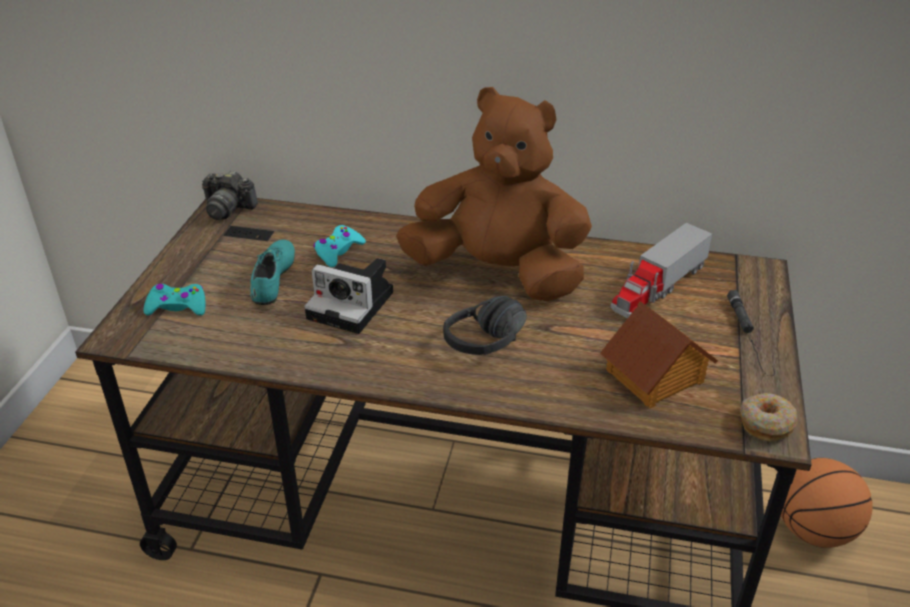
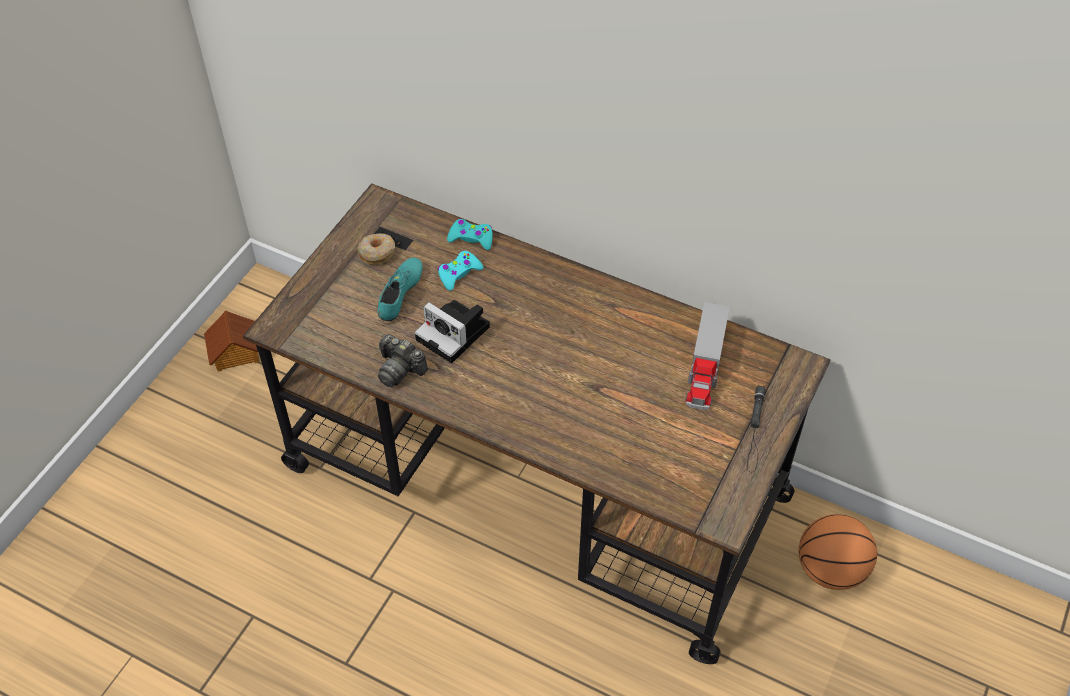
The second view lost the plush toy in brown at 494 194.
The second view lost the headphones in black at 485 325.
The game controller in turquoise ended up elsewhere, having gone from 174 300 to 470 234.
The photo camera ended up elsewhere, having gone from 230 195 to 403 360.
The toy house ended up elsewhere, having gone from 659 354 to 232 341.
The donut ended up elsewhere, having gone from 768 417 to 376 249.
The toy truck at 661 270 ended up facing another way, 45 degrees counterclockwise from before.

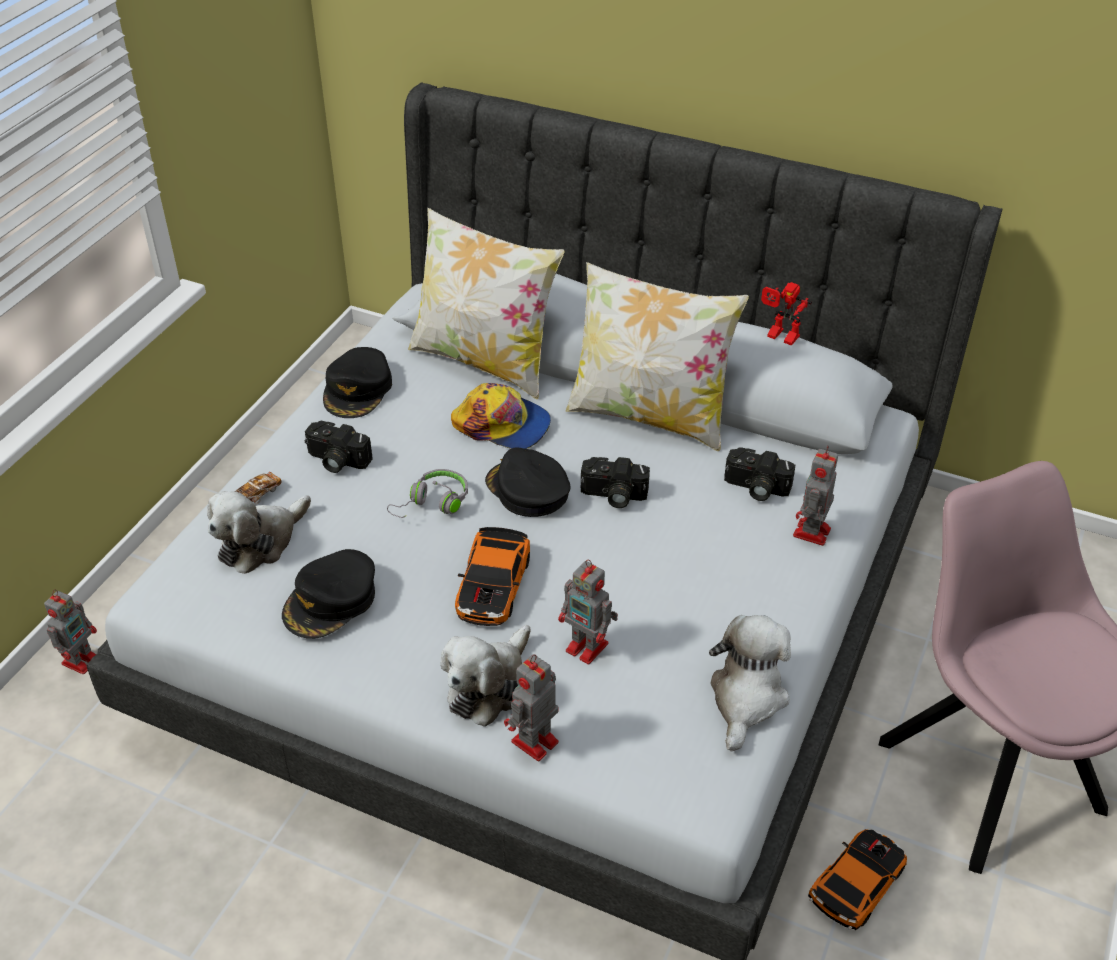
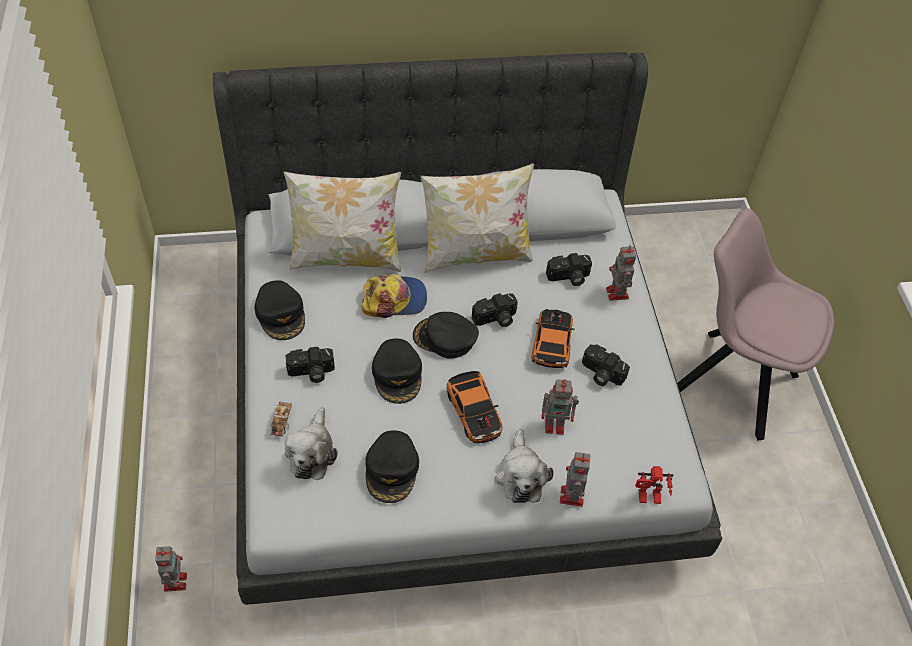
The second view lost the plush toy at 750 683.
The second view gained the photo camera at 606 365.
The toy robot ended up elsewhere, having gone from 786 314 to 654 485.
The toy car ended up elsewhere, having gone from 857 879 to 553 339.
Where the headphones in grey stood at 427 493, the cap in black came to stand at 397 371.

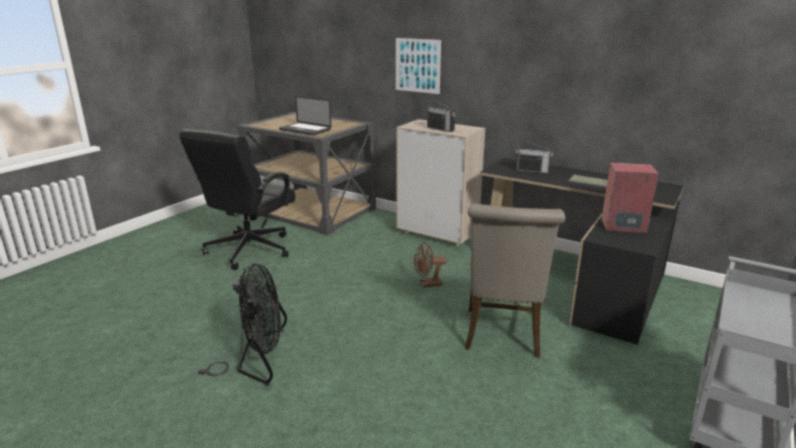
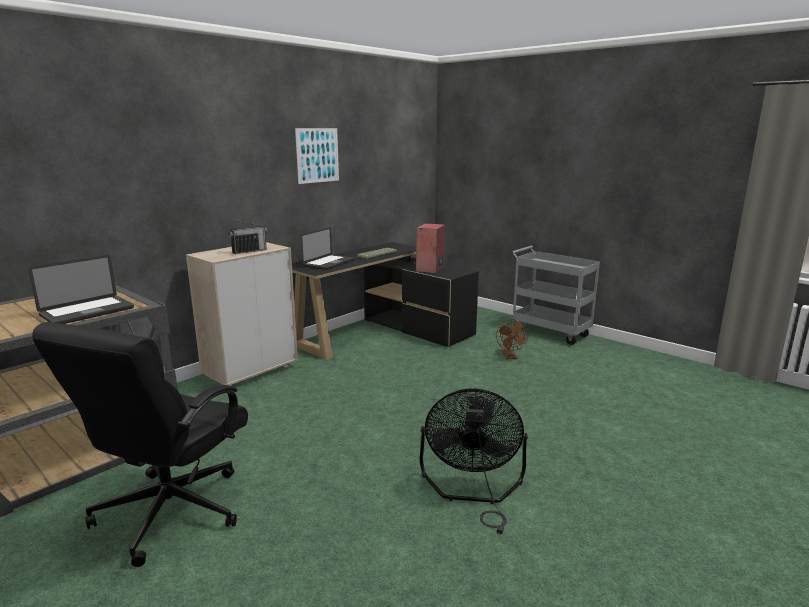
The second view lost the chair in beige at 515 280.
The picture ended up elsewhere, having gone from 418 66 to 317 156.
The fan in brown ended up elsewhere, having gone from 430 264 to 512 339.
Where the radio stood at 534 156, the laptop came to stand at 327 248.
The office chair in black at 237 199 ended up facing another way, 75 degrees clockwise from before.

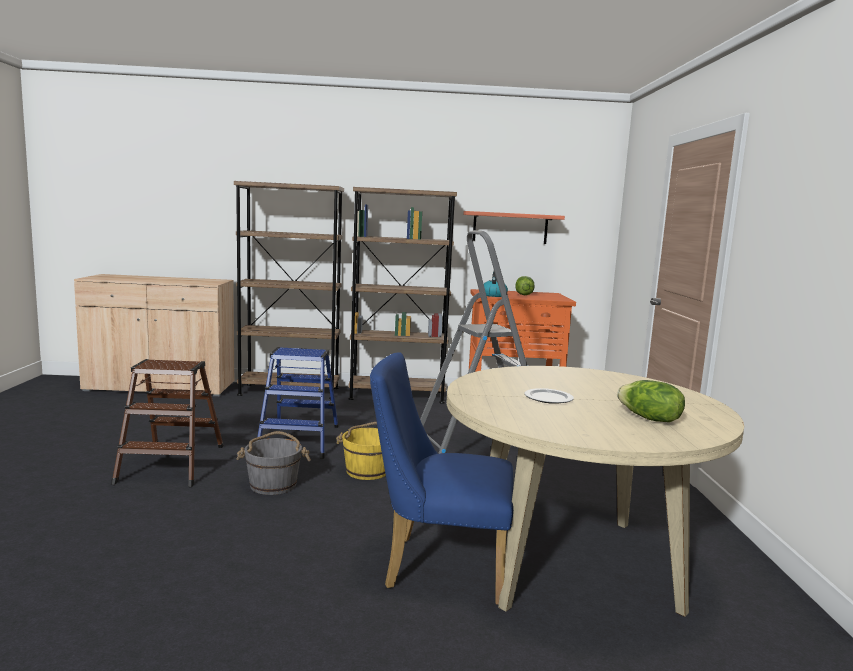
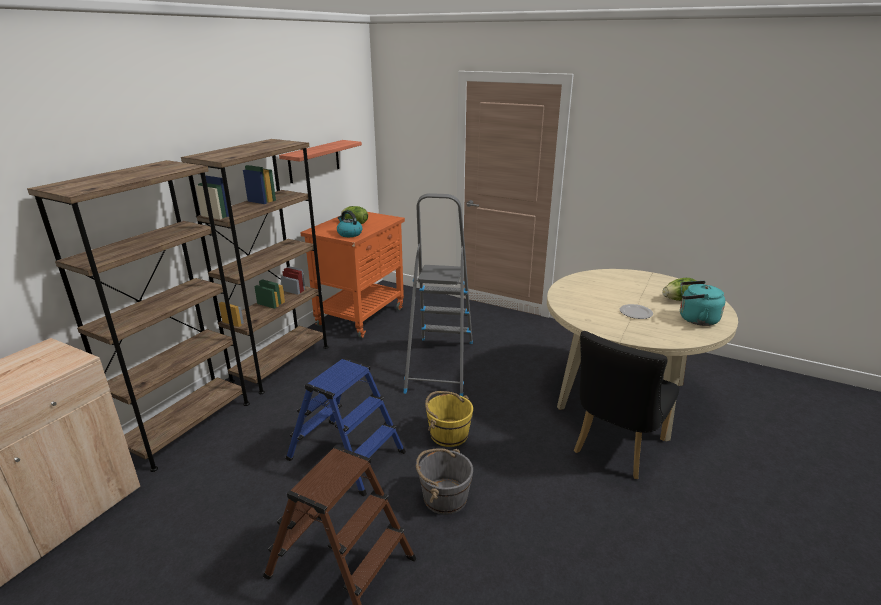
The second view gained the kettle in turquoise at 703 303.
What was the chair in blue at 441 478 turned into the chair in black at 626 405.

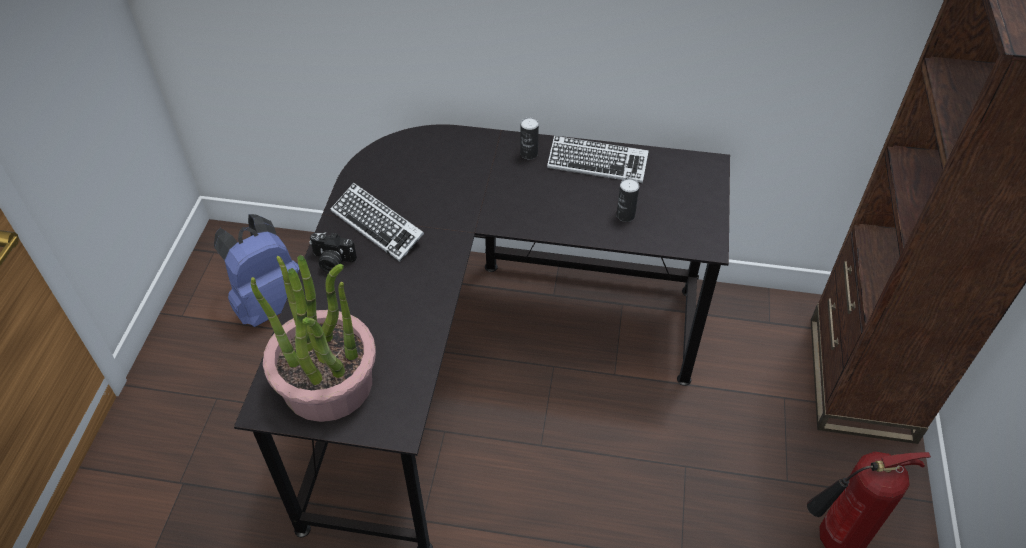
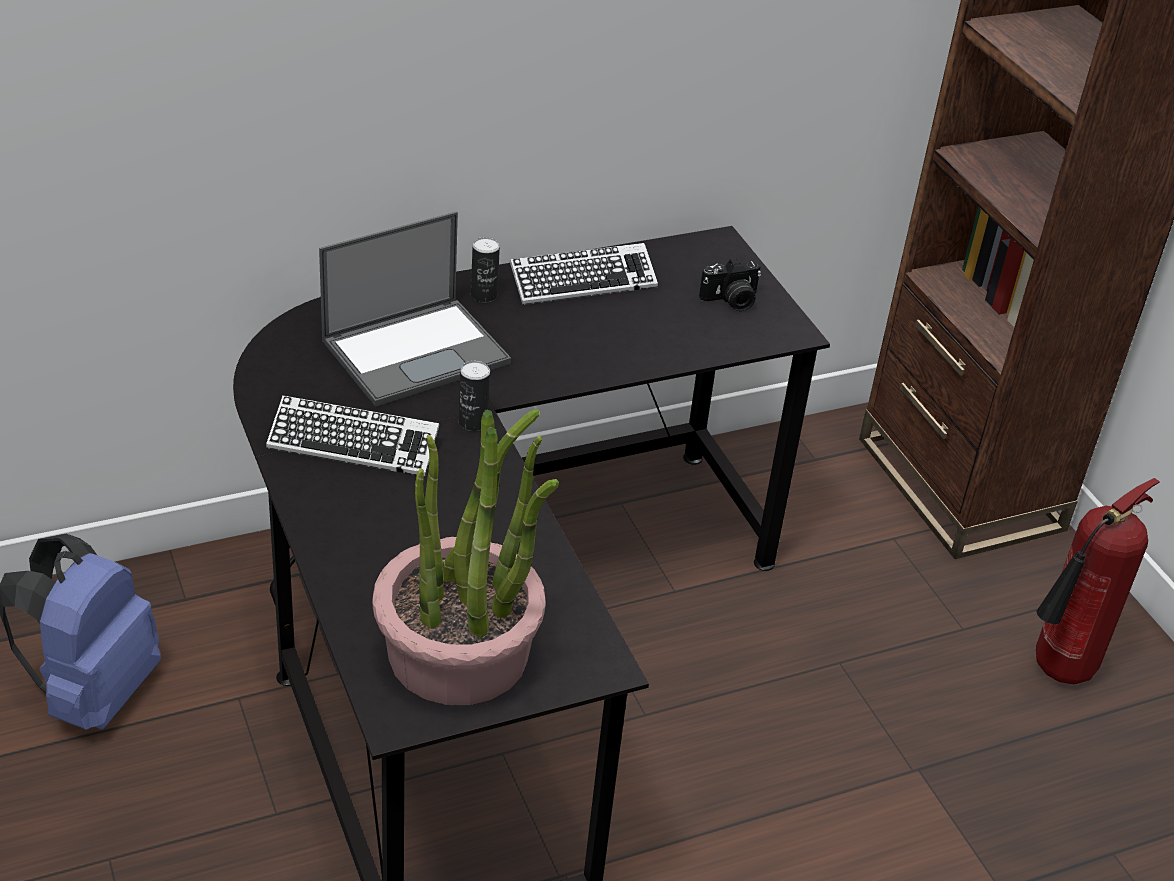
The second view gained the laptop at 415 309.
The photo camera ended up elsewhere, having gone from 333 252 to 730 284.
The can ended up elsewhere, having gone from 627 200 to 474 396.

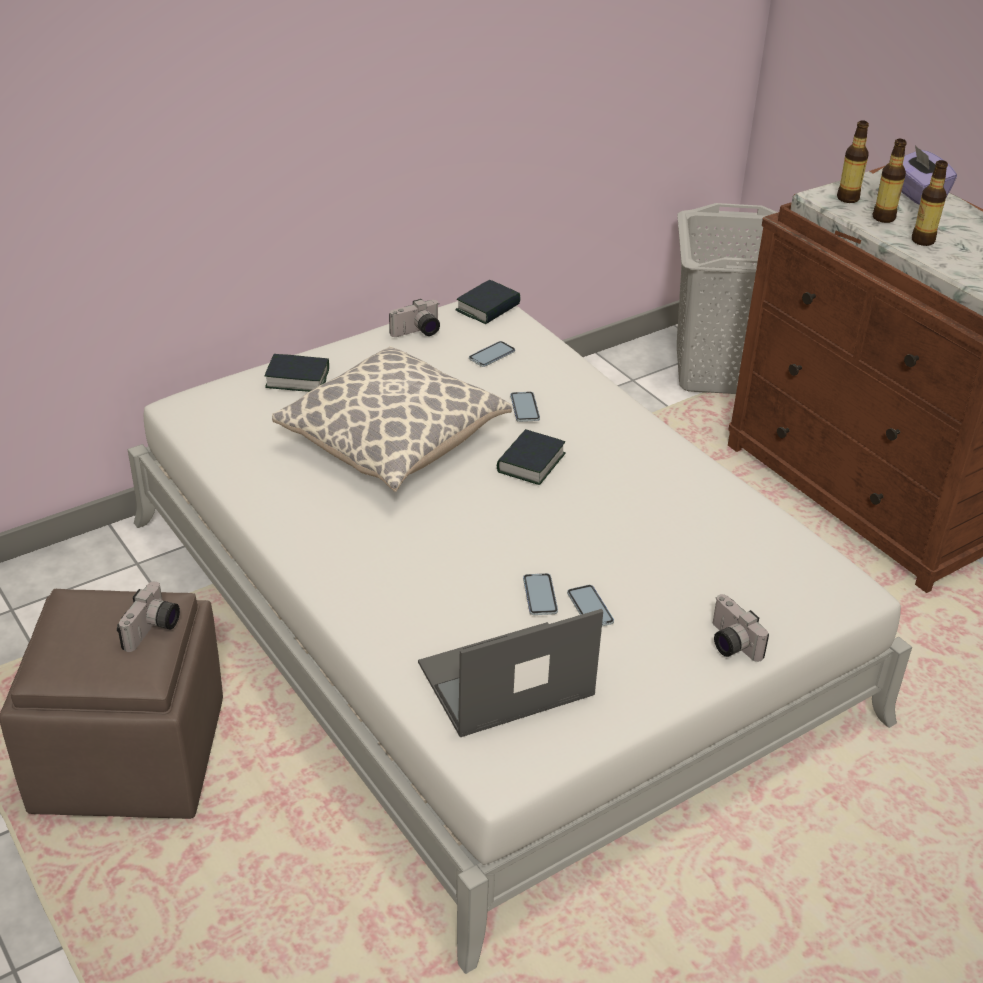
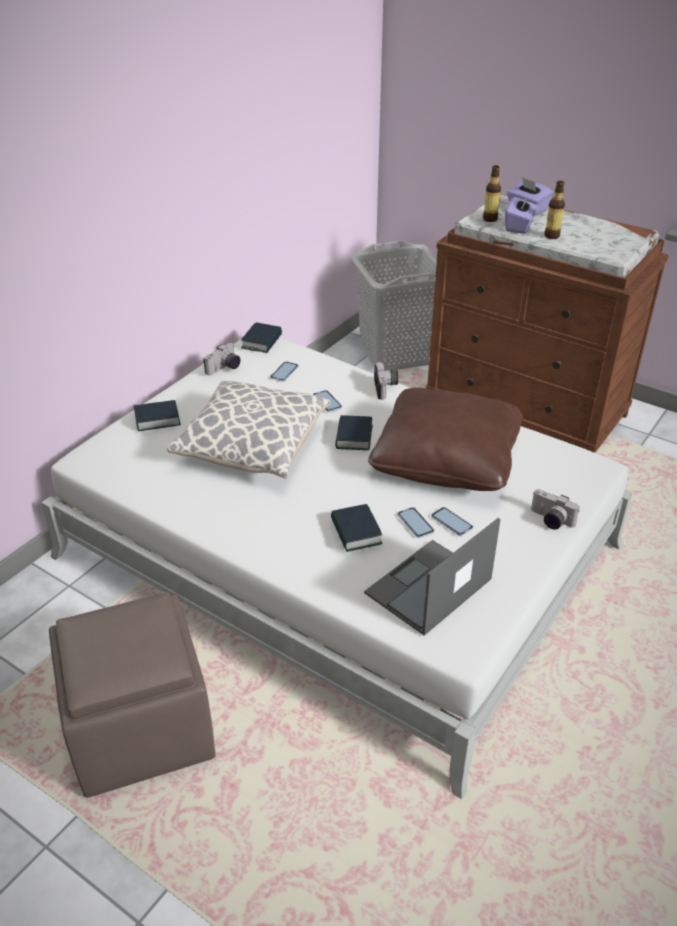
The second view gained the book at 356 528.
The second view gained the pillow in brown at 445 439.
The photo camera ended up elsewhere, having gone from 148 616 to 386 381.
Where the bottle stood at 889 181, the tissue box in purple came to stand at 521 213.

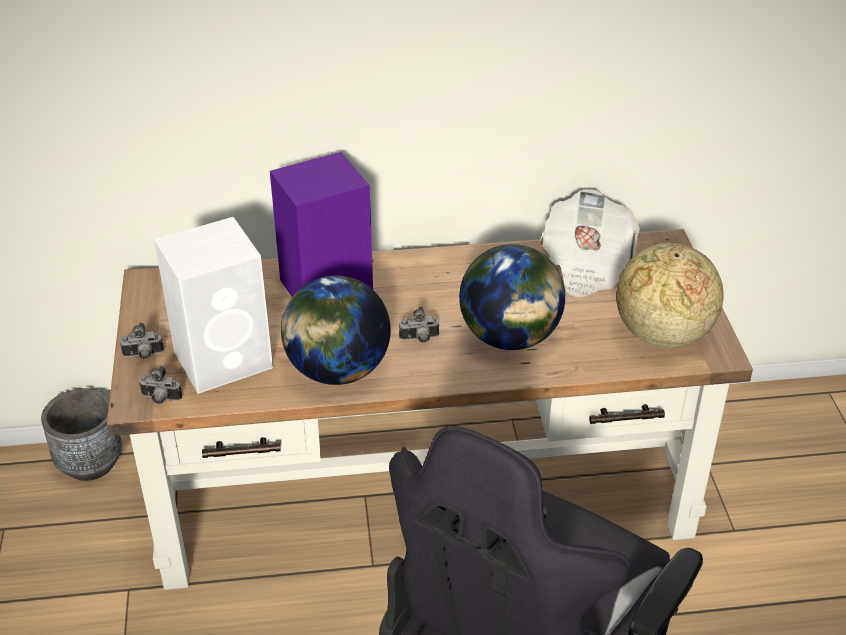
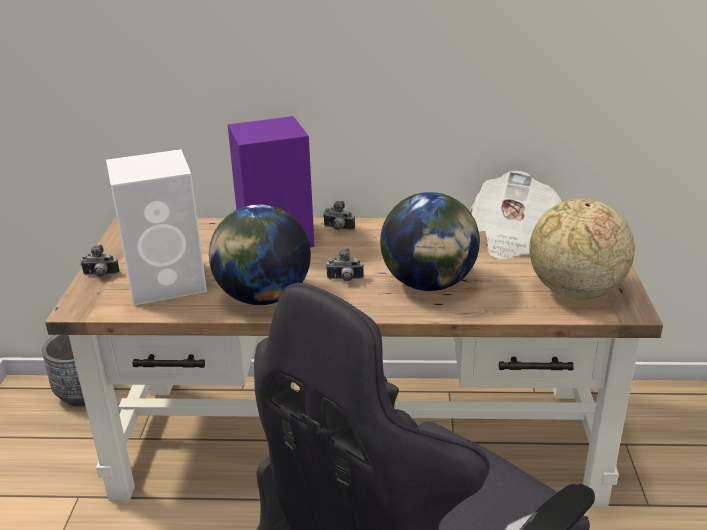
The photo camera ended up elsewhere, having gone from 160 385 to 339 216.

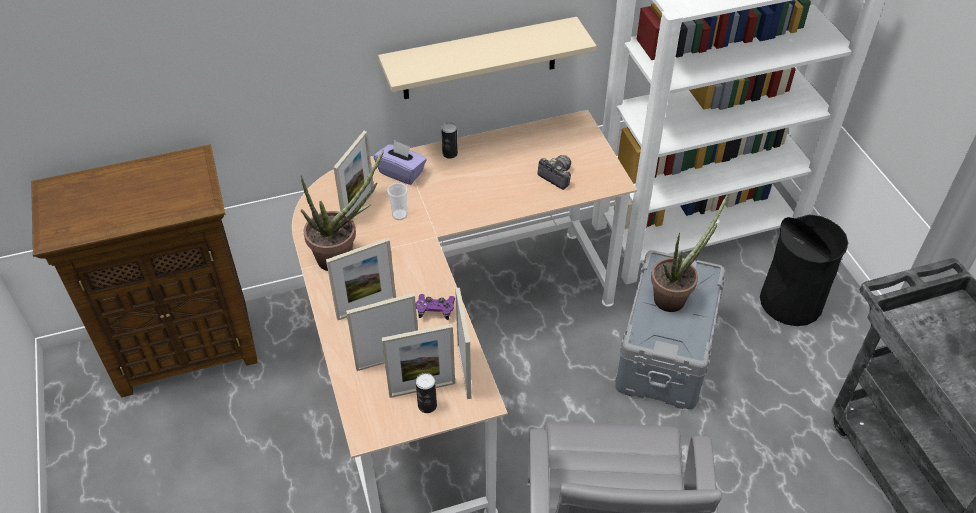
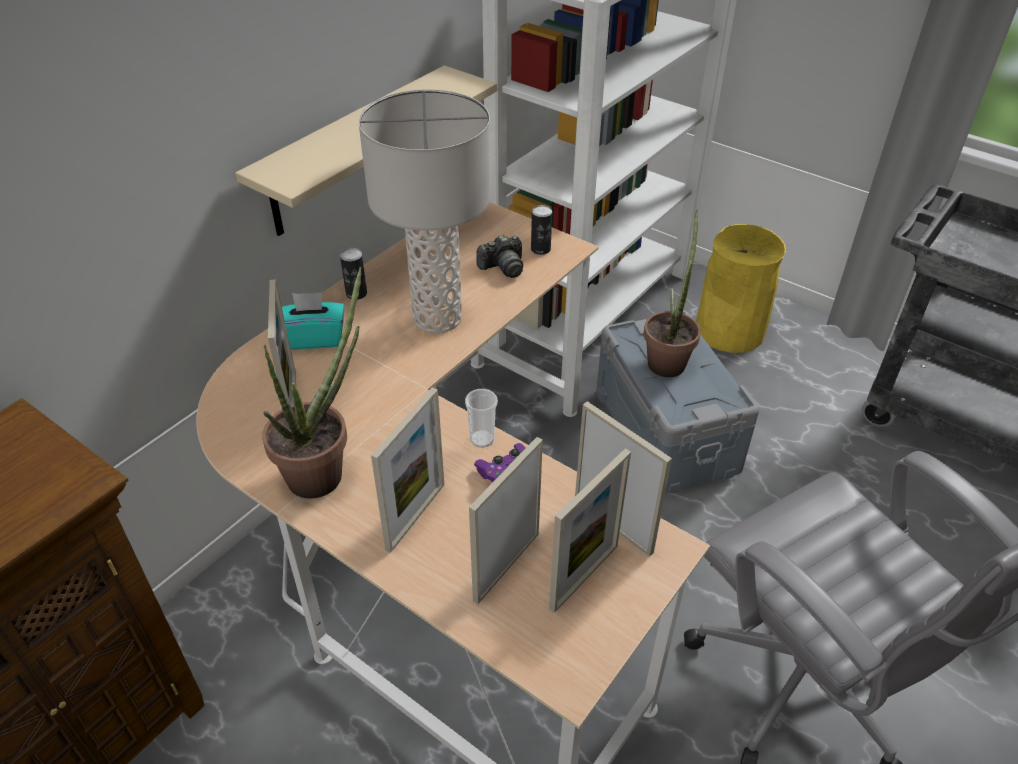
The second view gained the table lamp in white at 425 211.
The cup ended up elsewhere, having gone from 397 201 to 481 418.
The can ended up elsewhere, having gone from 426 393 to 541 230.
What was the tissue box in purple at 400 162 turned into the tissue box in turquoise at 313 321.
What was the trash can in black at 804 270 turned into the trash can in yellow at 741 288.
The photo camera at 554 172 ended up facing another way, 150 degrees clockwise from before.

